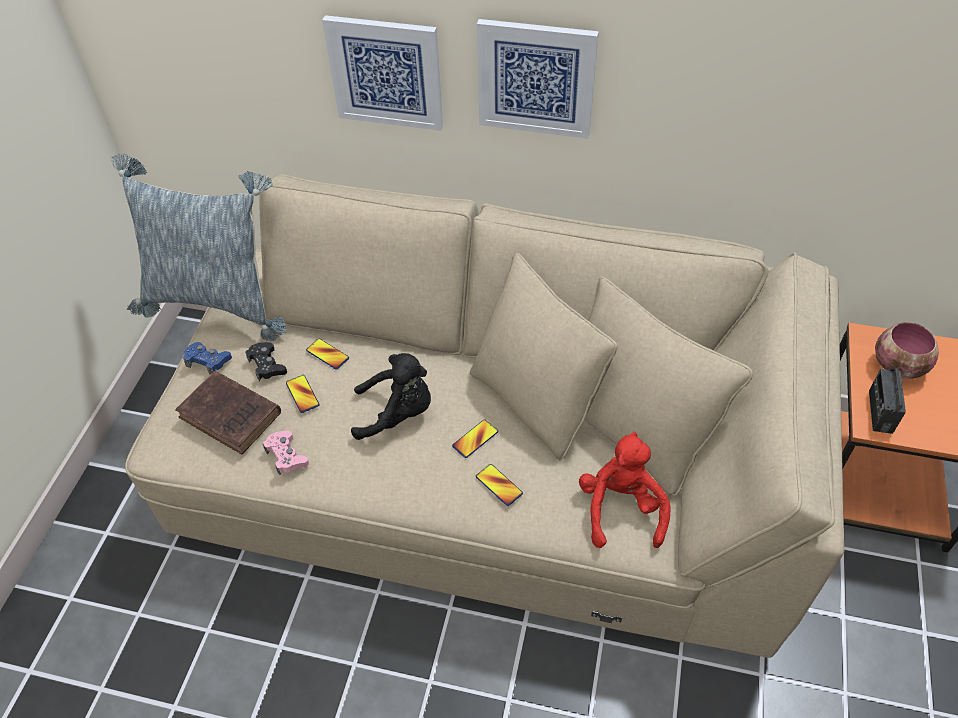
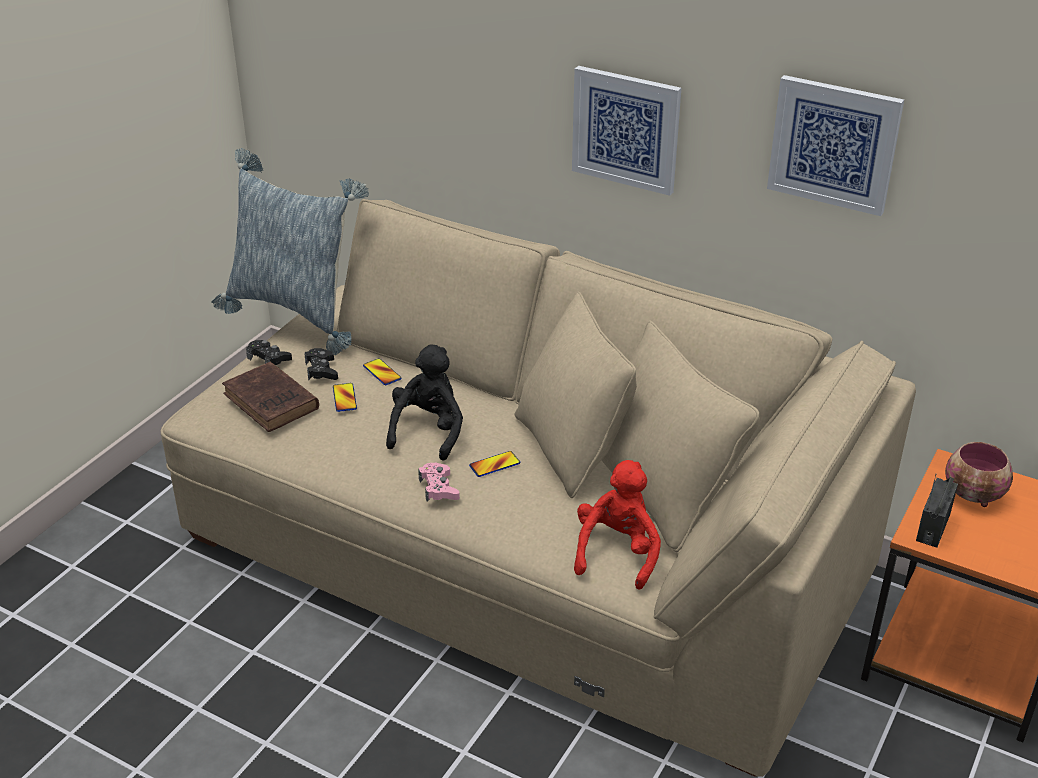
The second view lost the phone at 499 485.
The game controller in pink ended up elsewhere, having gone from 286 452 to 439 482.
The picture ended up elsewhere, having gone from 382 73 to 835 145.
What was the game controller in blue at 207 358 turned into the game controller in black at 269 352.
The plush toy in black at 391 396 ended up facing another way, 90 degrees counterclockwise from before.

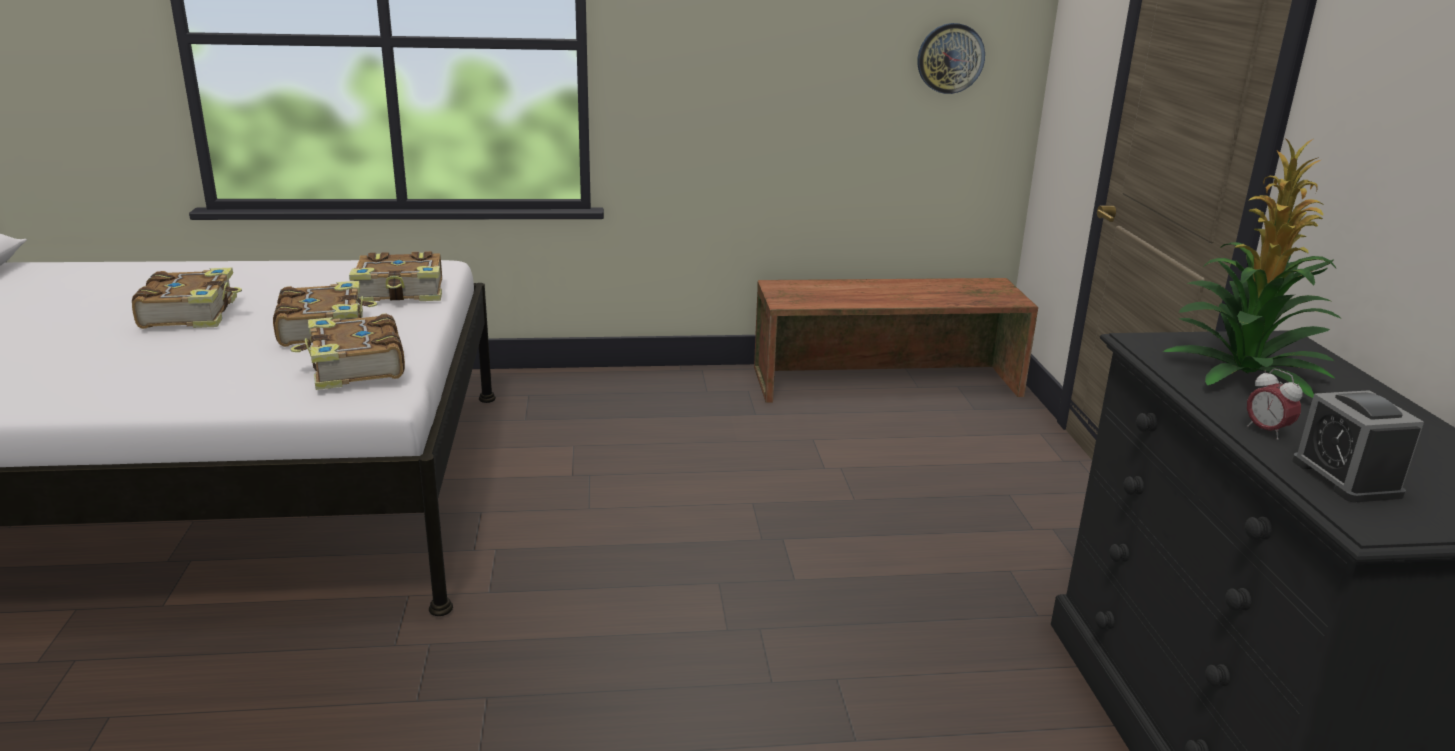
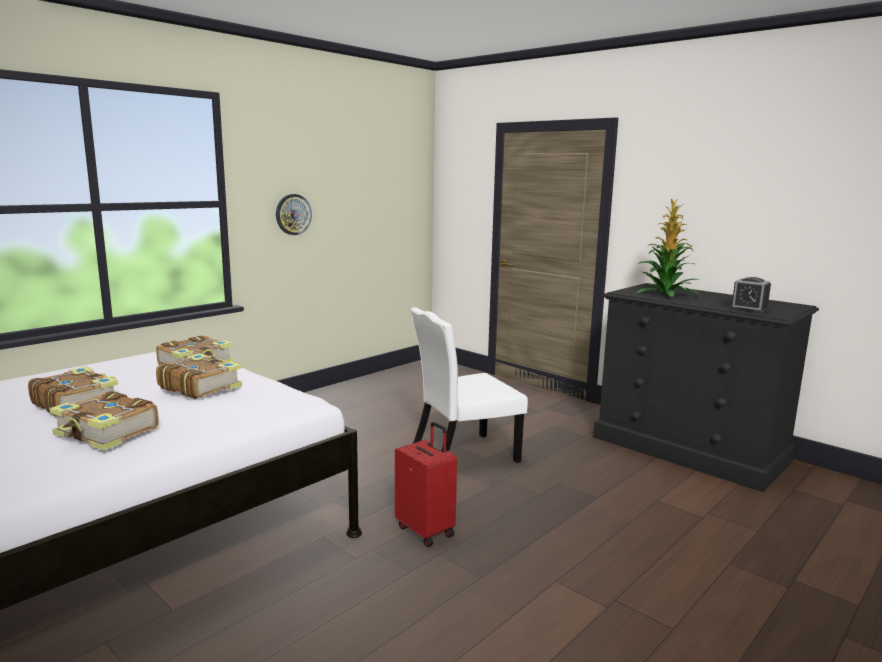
The second view lost the bench in brown at 896 340.
The second view lost the alarm clock at 1275 404.
The second view gained the suitcase in red at 426 484.
The second view gained the chair in white at 469 385.
The book ended up elsewhere, having gone from 347 352 to 104 421.
The wall clock ended up elsewhere, having gone from 951 58 to 294 214.

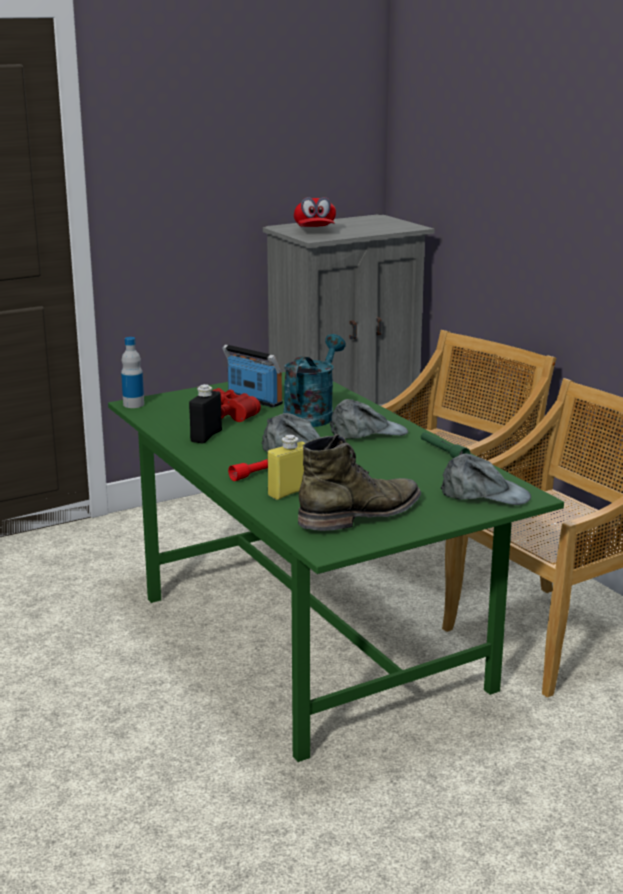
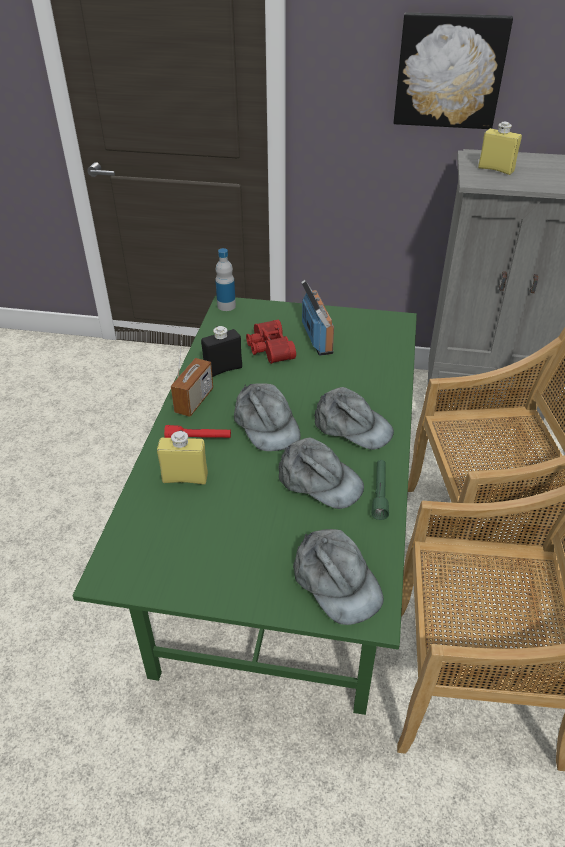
The second view lost the watering can in turquoise at 314 380.
The second view lost the boot in green at 359 482.
The second view gained the radio at 192 375.
The second view gained the cap in grey at 321 473.
The second view gained the picture at 453 70.
Where the cap in red stood at 315 212, the bottle in yellow came to stand at 500 148.

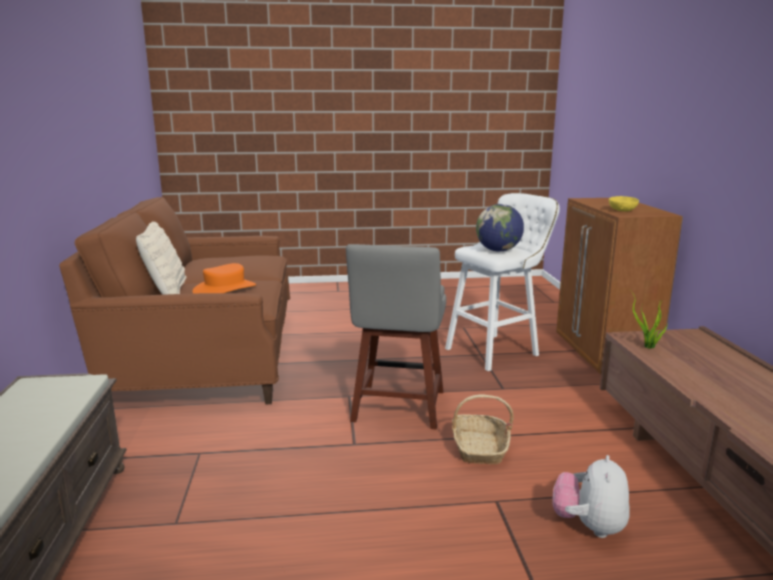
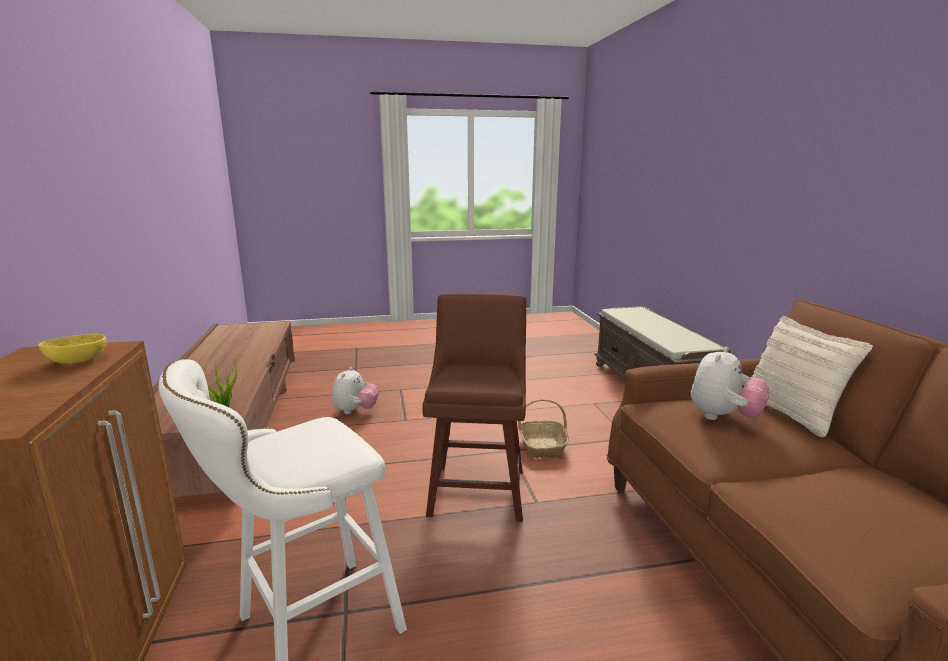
The second view lost the globe at 500 228.
The basket ended up elsewhere, having gone from 483 429 to 543 428.
Where the hat in orange stood at 224 278, the plush toy came to stand at 730 383.
What was the stool in grey at 396 337 turned into the stool in brown at 474 407.

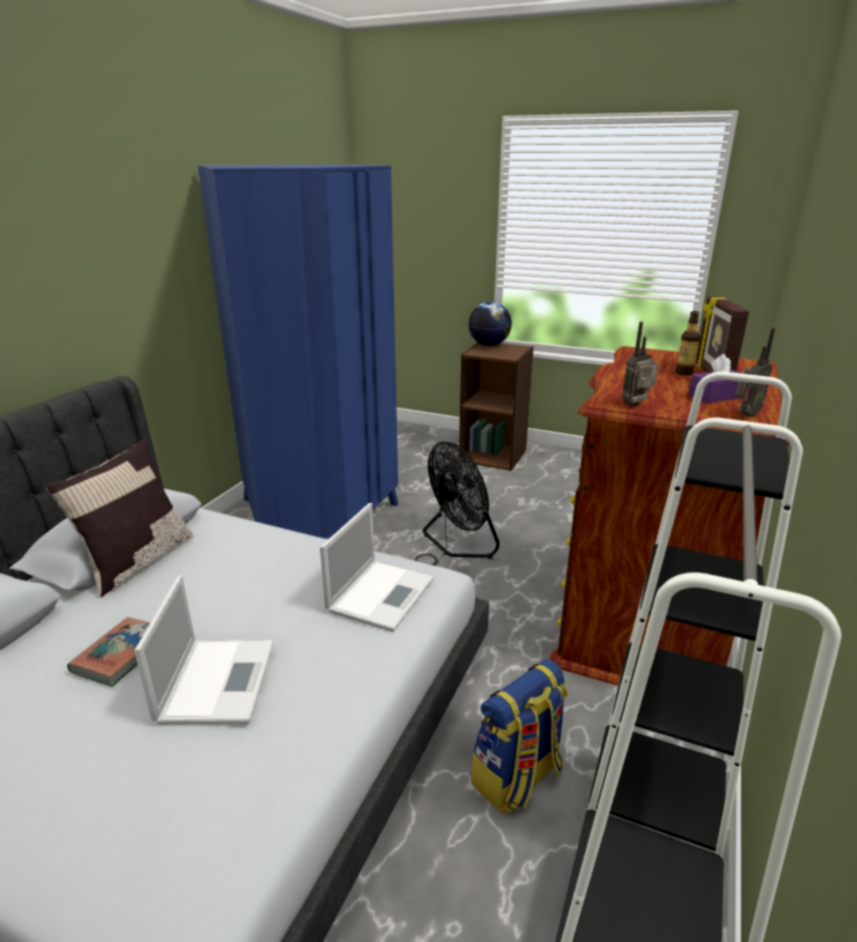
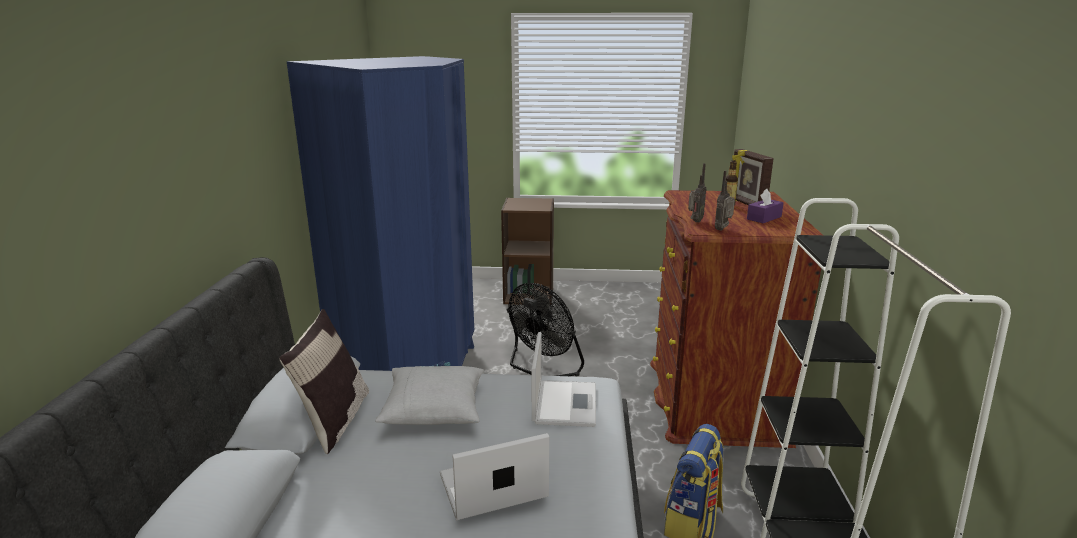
The second view lost the book at 108 652.
The second view lost the globe at 490 324.
The second view gained the pillow in grey at 429 393.
The radio ended up elsewhere, having gone from 755 373 to 697 192.
The laptop at 204 650 ended up facing another way, 90 degrees counterclockwise from before.

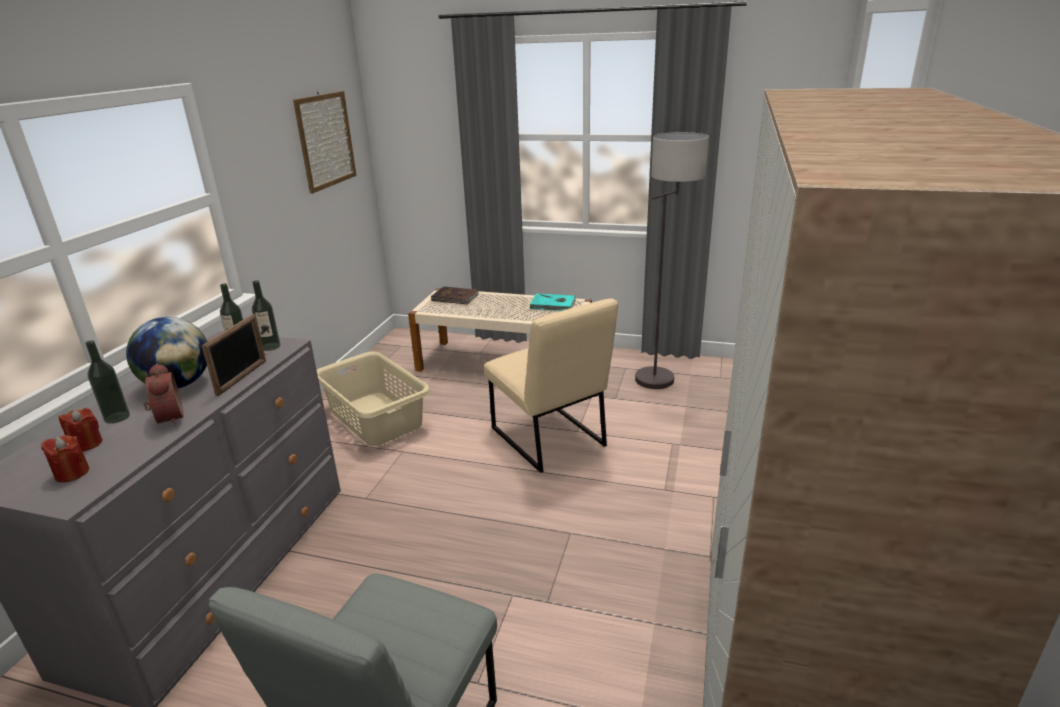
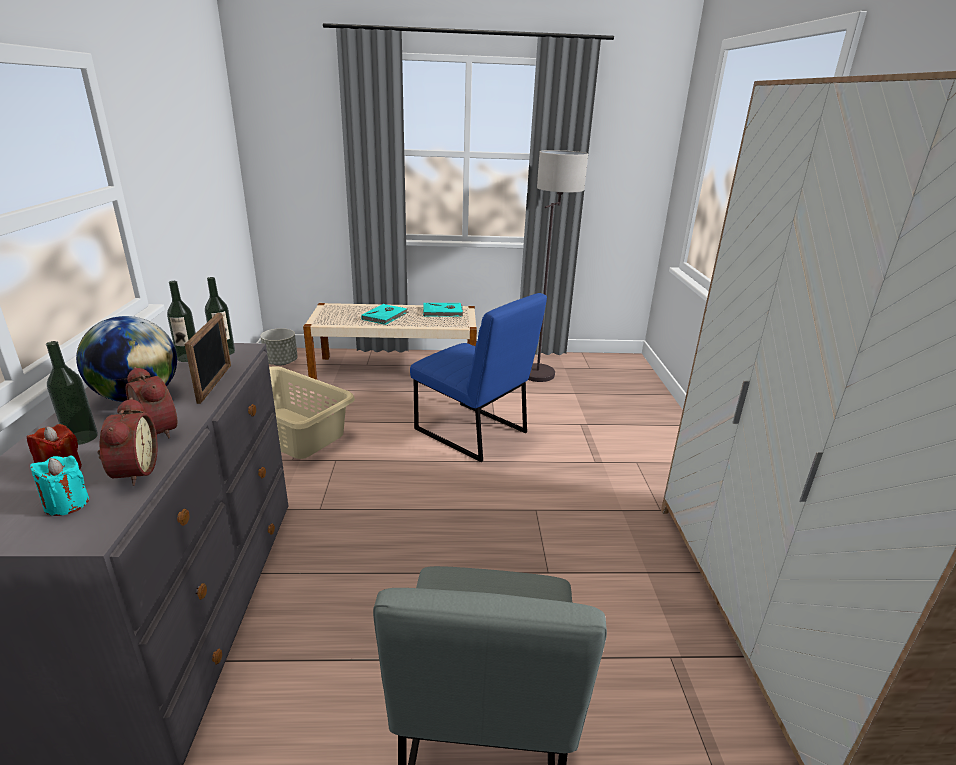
The second view lost the picture at 325 142.
The second view lost the book in brown at 454 295.
The second view gained the alarm clock at 127 441.
The second view gained the planter in grey at 279 347.
The second view gained the book in turquoise at 384 314.
What was the candle in red at 65 458 turned into the candle in turquoise at 59 485.
What was the chair in beige at 551 385 turned into the chair in blue at 478 377.

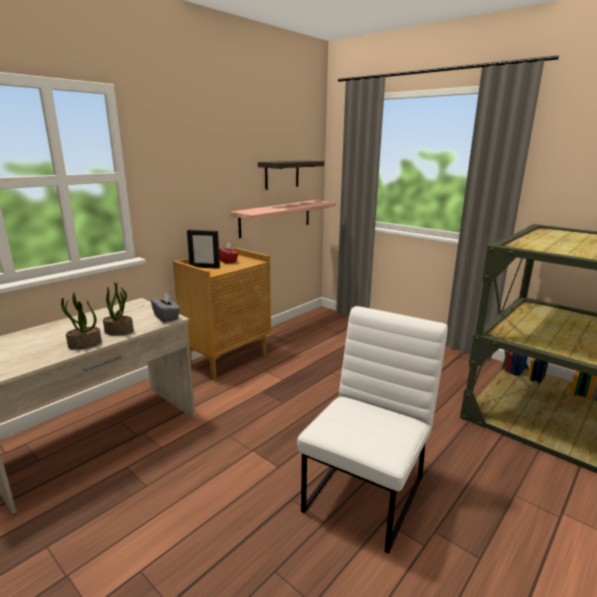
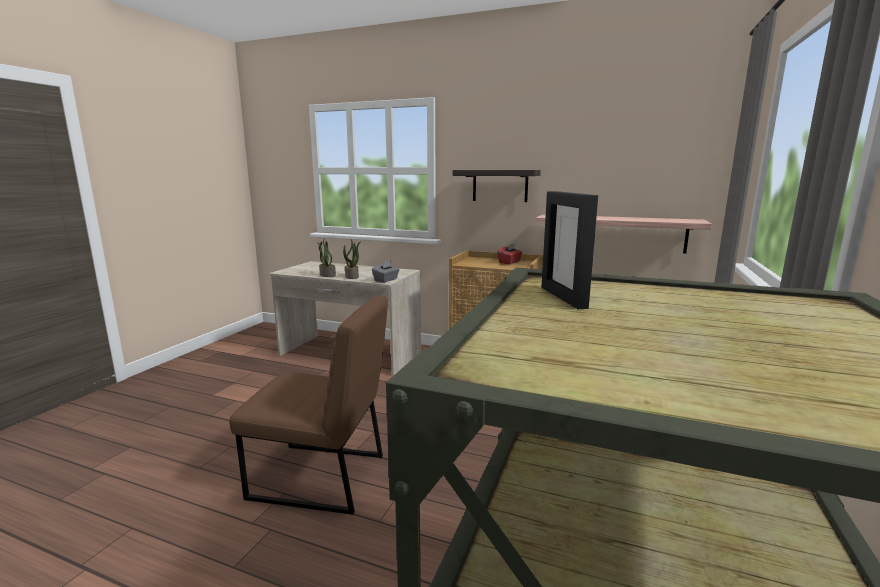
The picture frame ended up elsewhere, having gone from 203 249 to 569 250.
The shelf ended up elsewhere, having gone from 291 175 to 497 186.
What was the chair in white at 372 429 turned into the chair in brown at 308 405.

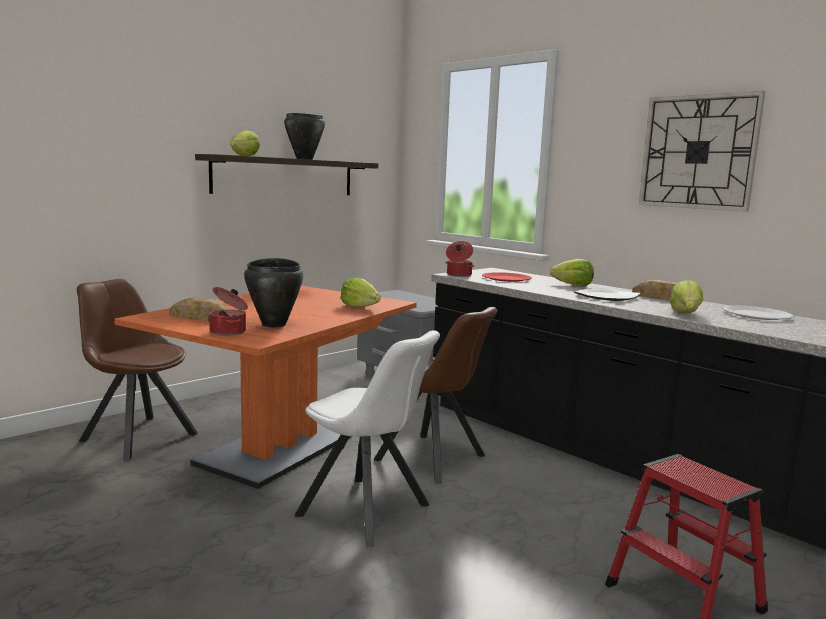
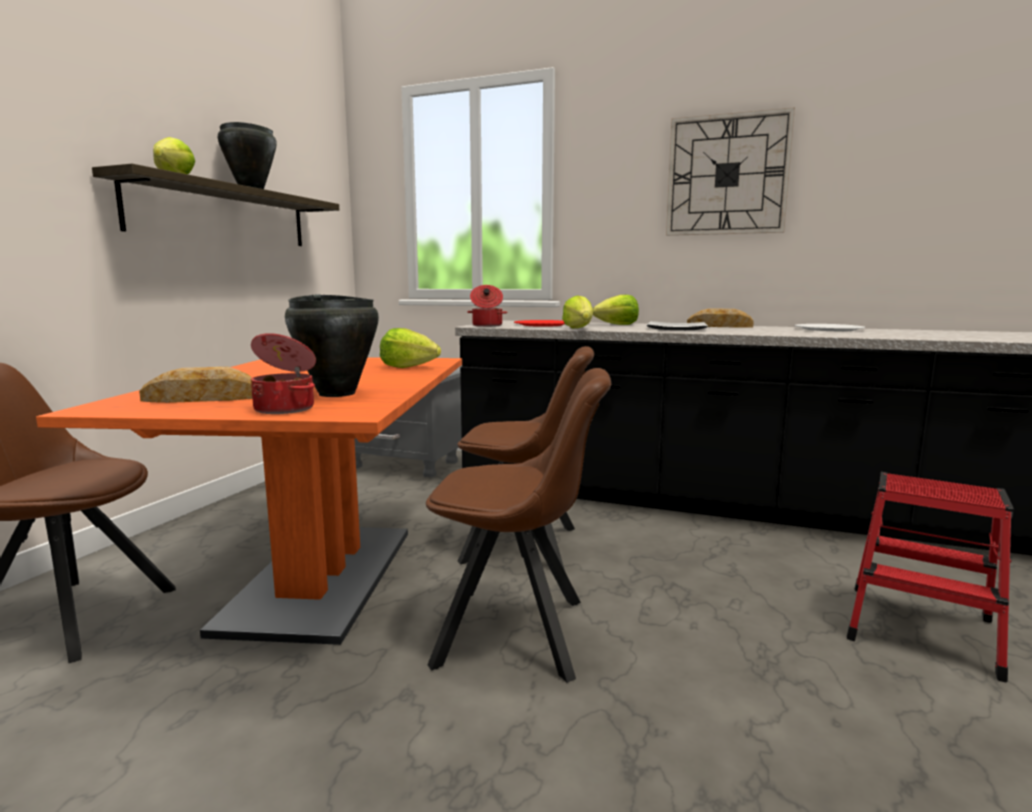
The lettuce ended up elsewhere, having gone from 686 297 to 577 312.
What was the chair in white at 367 438 turned into the chair in brown at 518 525.

